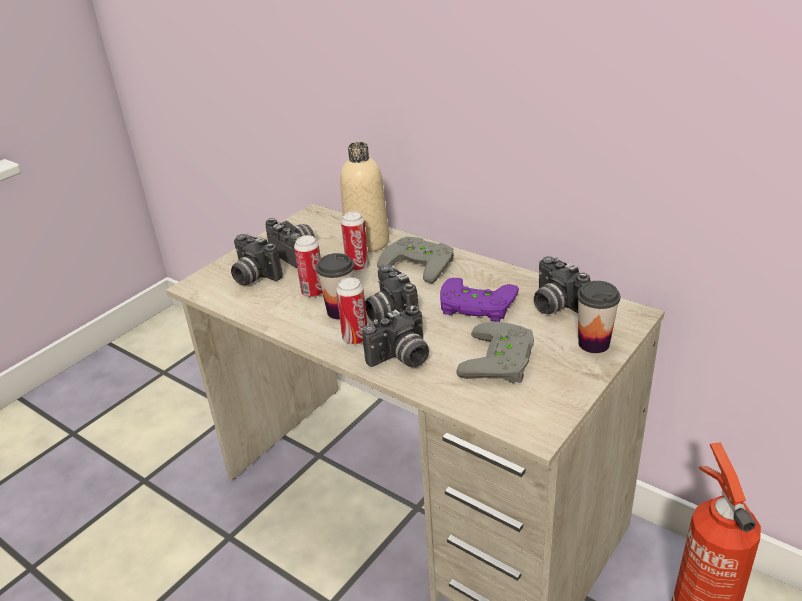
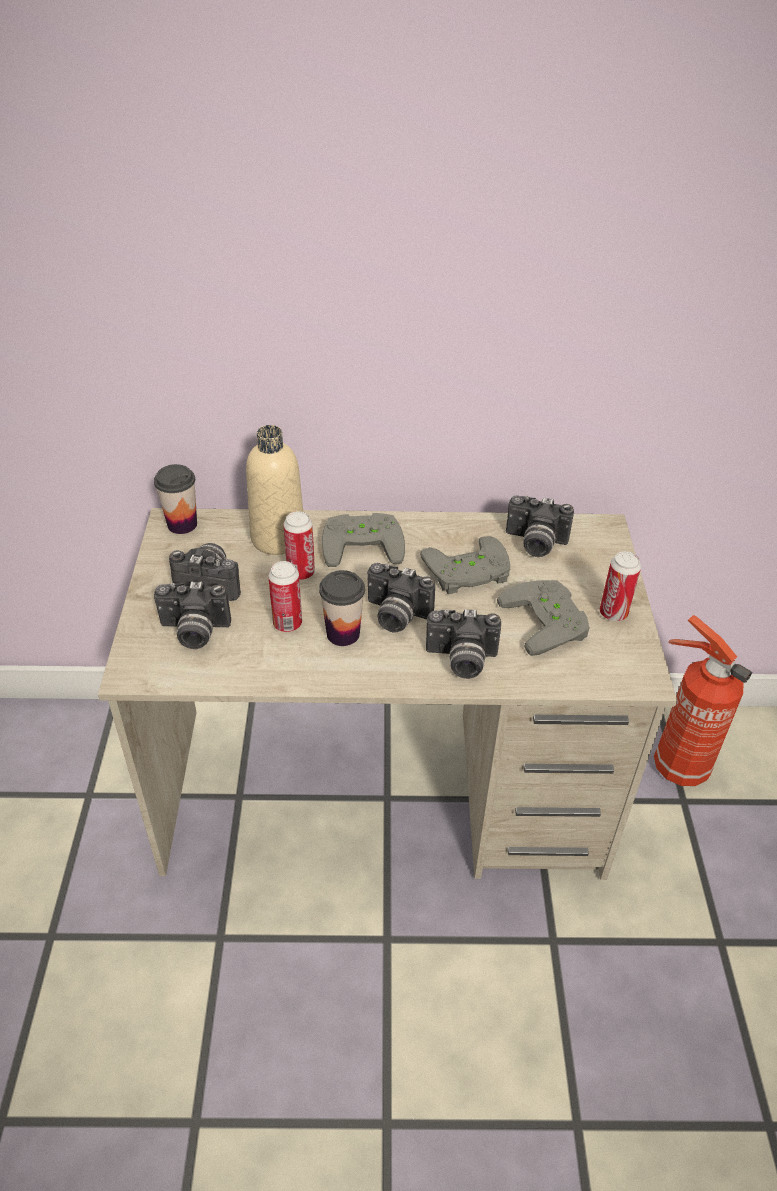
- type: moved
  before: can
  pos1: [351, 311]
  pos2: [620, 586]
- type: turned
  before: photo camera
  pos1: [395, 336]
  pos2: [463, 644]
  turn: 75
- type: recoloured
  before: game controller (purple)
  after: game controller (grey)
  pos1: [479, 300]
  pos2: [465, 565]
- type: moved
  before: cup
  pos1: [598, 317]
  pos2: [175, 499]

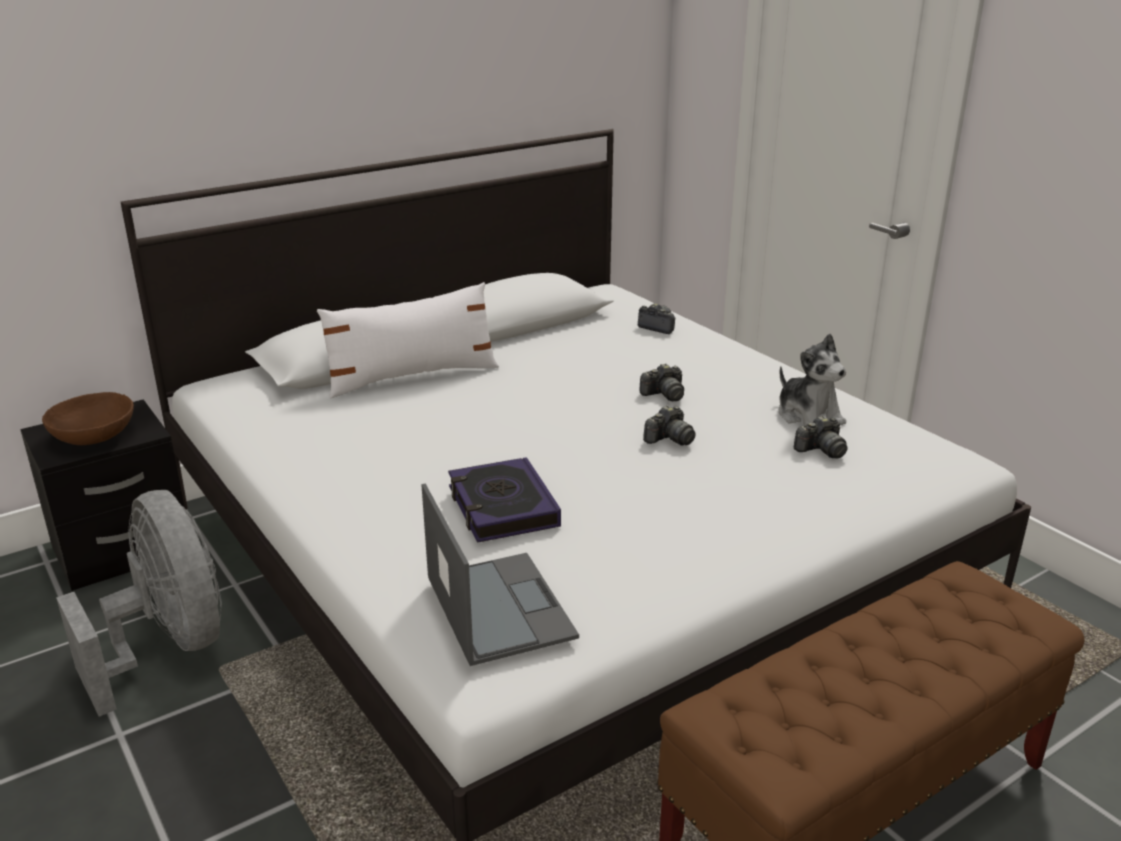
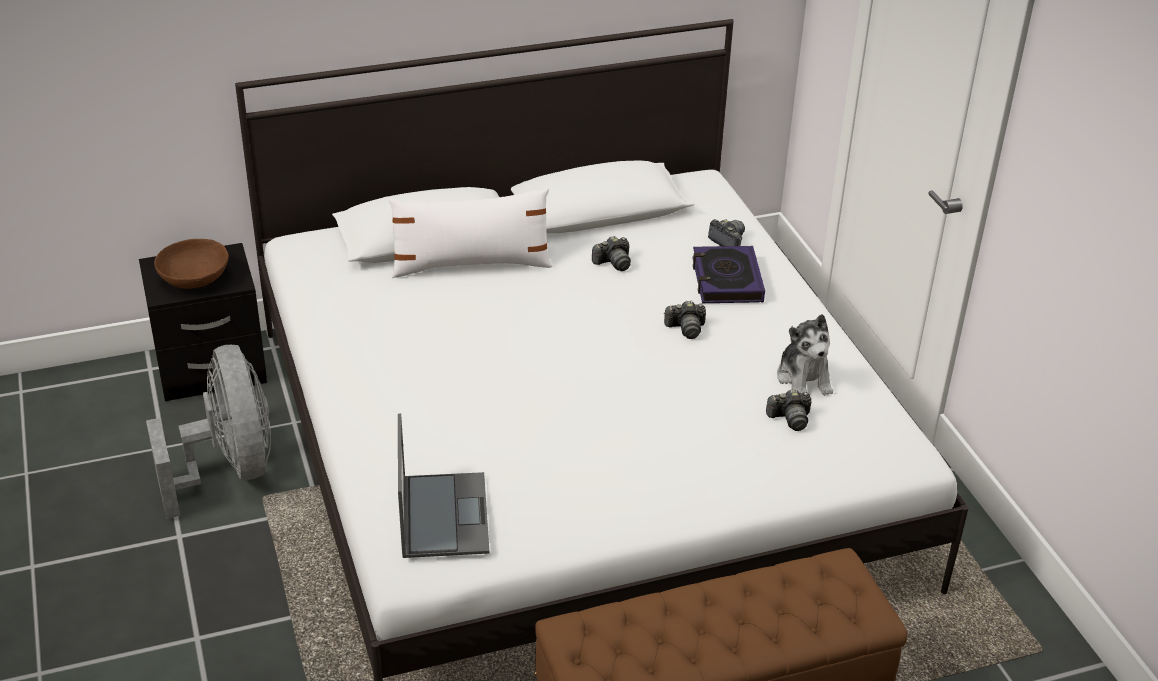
- type: moved
  before: book
  pos1: [504, 499]
  pos2: [728, 274]
- type: moved
  before: photo camera
  pos1: [669, 425]
  pos2: [611, 253]

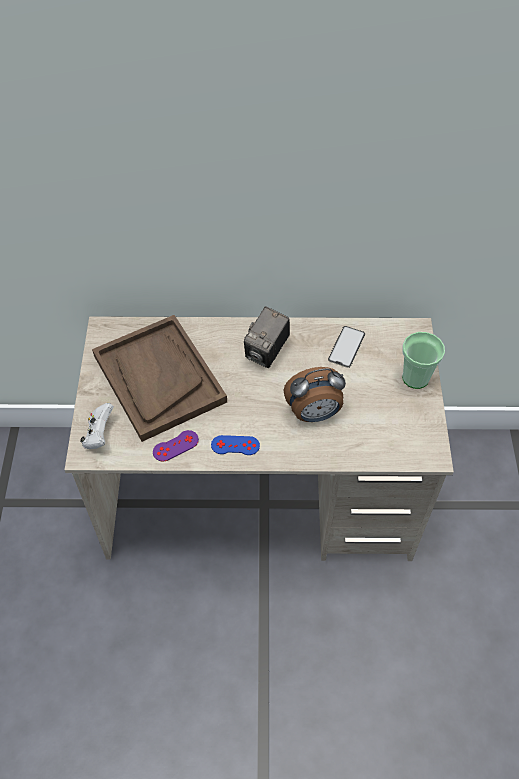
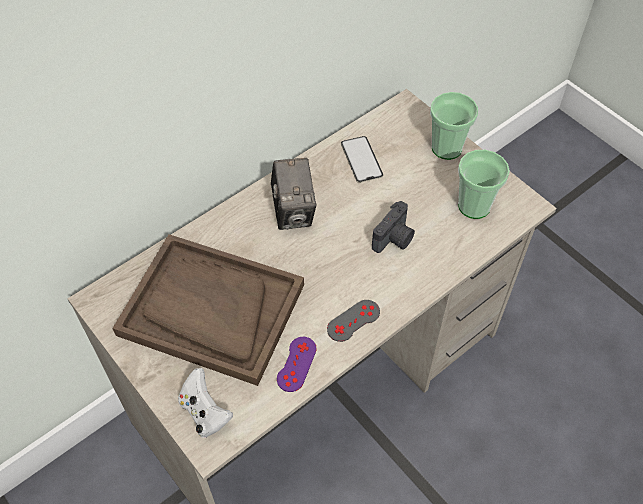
- type: recoloured
  before: game controller (blue)
  after: game controller (grey)
  pos1: [235, 445]
  pos2: [353, 321]
- type: replaced
  before: alarm clock
  after: photo camera
  pos1: [314, 394]
  pos2: [393, 227]
- type: added
  after: cup
  pos2: [484, 184]

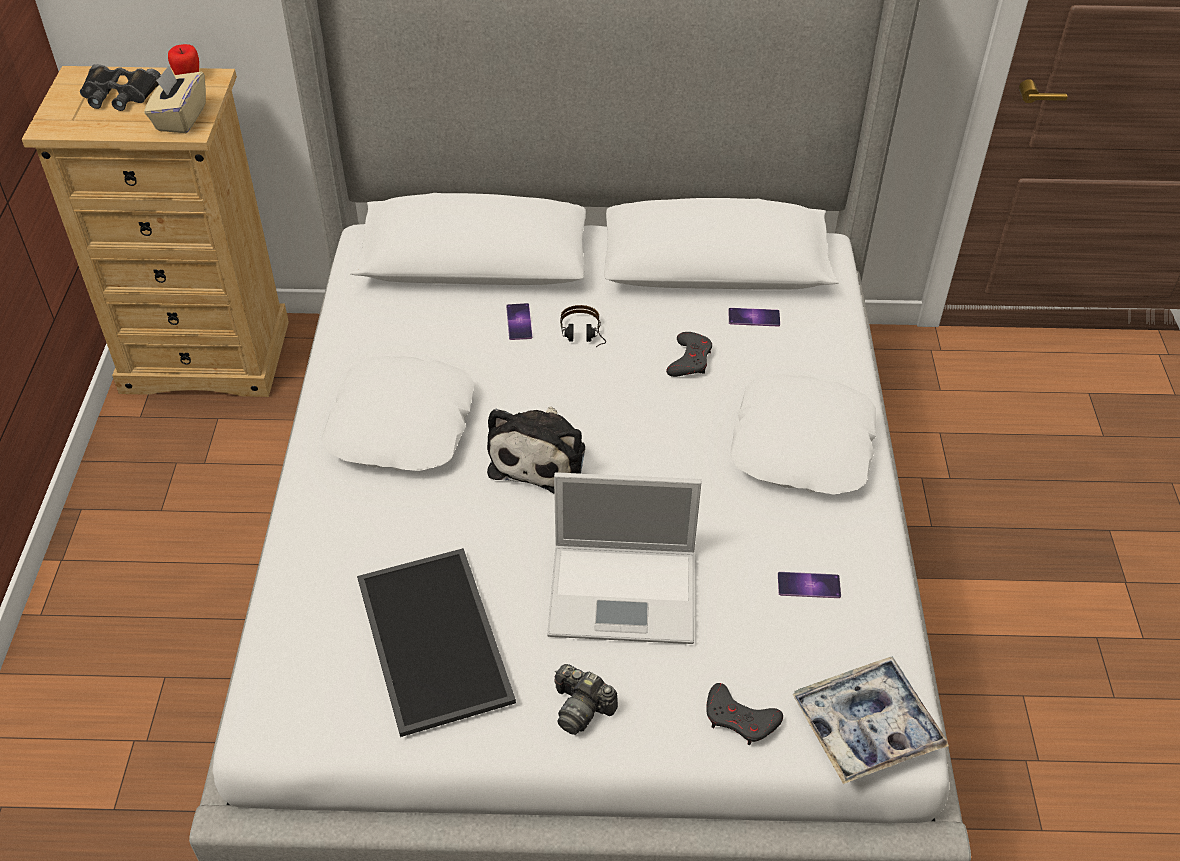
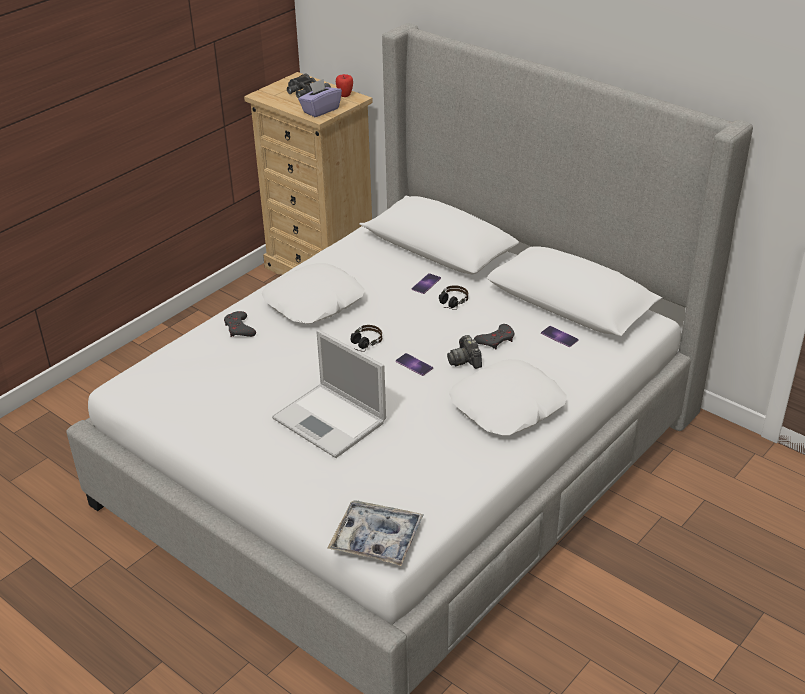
- type: recoloured
  before: tissue box (beige)
  after: tissue box (purple)
  pos1: [175, 99]
  pos2: [320, 98]
- type: removed
  before: tray
  pos1: [436, 642]
- type: replaced
  before: plush toy
  after: headphones
  pos1: [536, 450]
  pos2: [366, 338]
- type: moved
  before: photo camera
  pos1: [586, 699]
  pos2: [464, 352]
- type: moved
  before: game controller (grey)
  pos1: [744, 714]
  pos2: [240, 324]
- type: moved
  before: phone
  pos1: [809, 585]
  pos2: [414, 364]

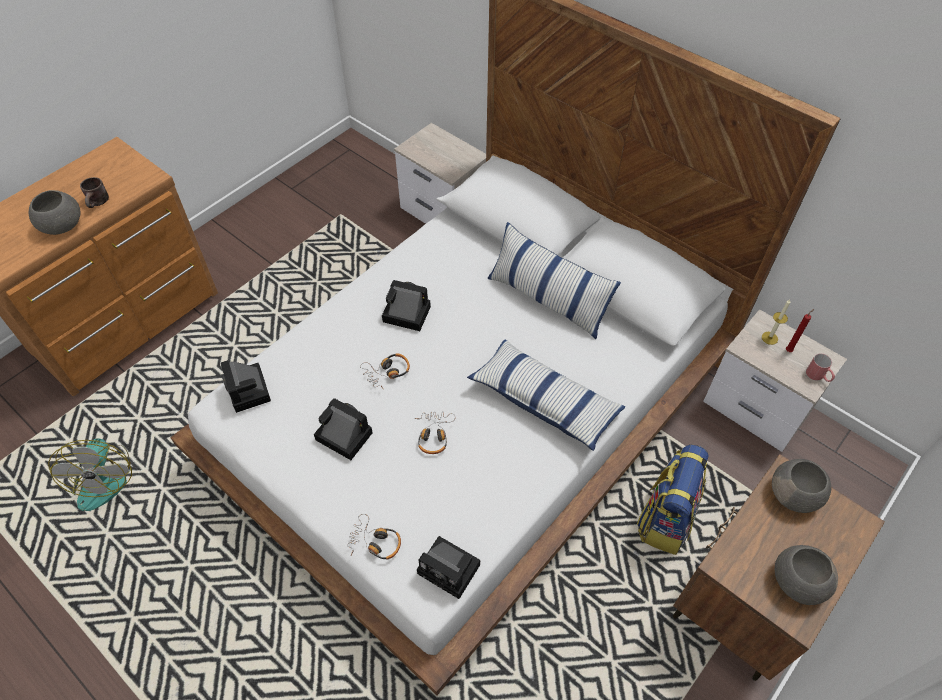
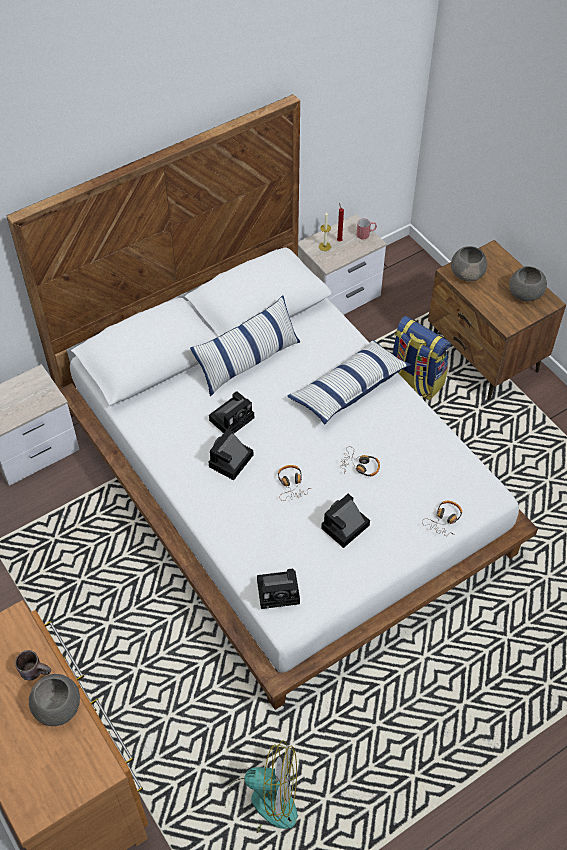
- type: moved
  before: photo camera
  pos1: [448, 567]
  pos2: [231, 412]

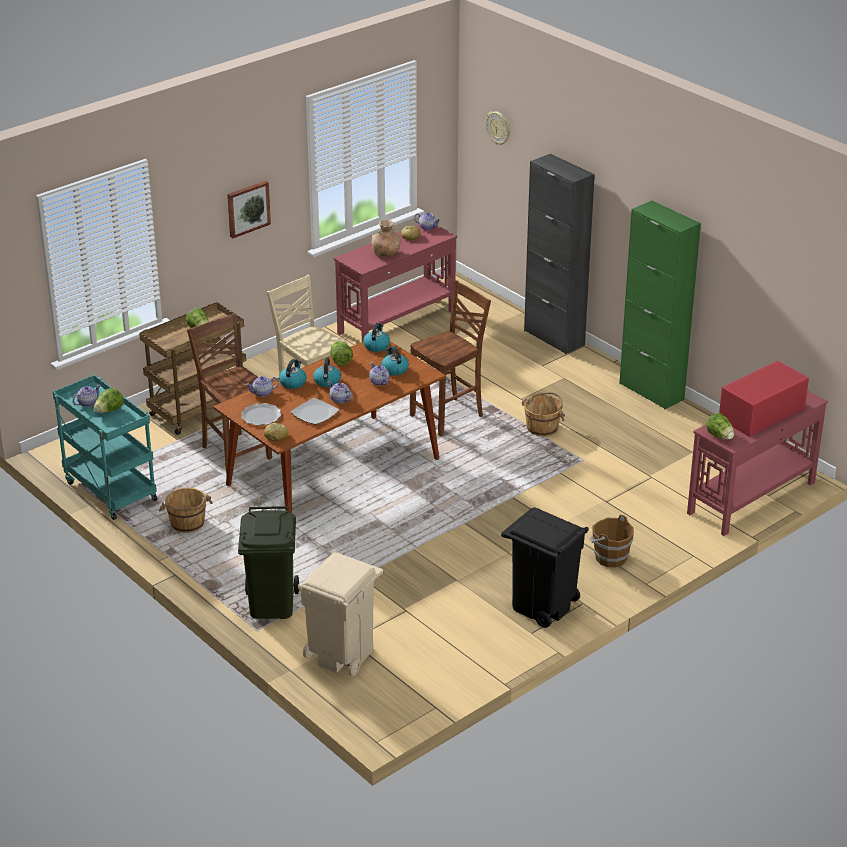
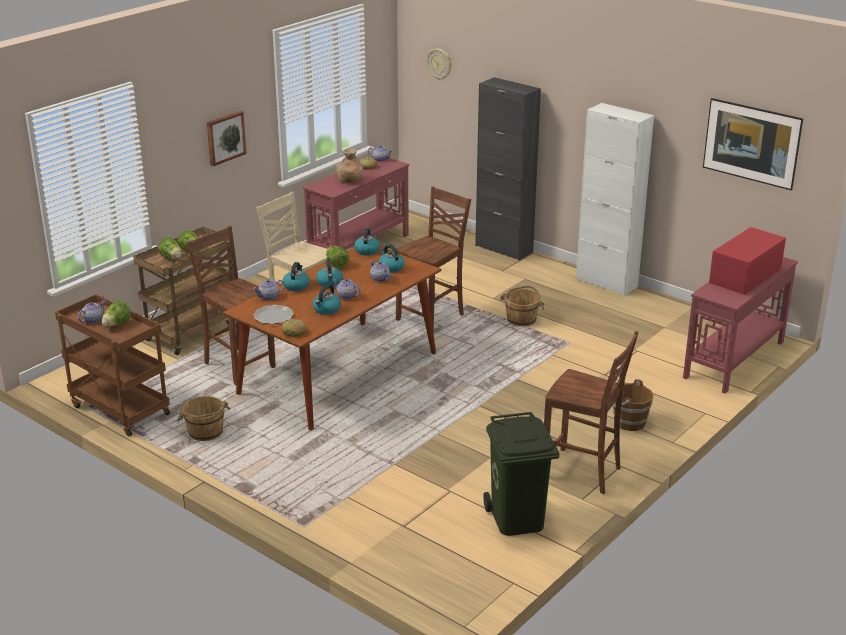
- type: recoloured
  before: cart (turquoise)
  after: cart (brown)
  pos1: [105, 447]
  pos2: [112, 365]
- type: moved
  before: trash can (green)
  pos1: [268, 562]
  pos2: [521, 474]
- type: replaced
  before: plate
  after: kettle
  pos1: [314, 411]
  pos2: [327, 299]
- type: removed
  before: trash can (beige)
  pos1: [340, 614]
- type: replaced
  before: trash can (black)
  after: chair (brown)
  pos1: [545, 567]
  pos2: [591, 412]
- type: recoloured
  before: cabinet (green)
  after: cabinet (white)
  pos1: [660, 305]
  pos2: [615, 199]
- type: moved
  before: lettuce
  pos1: [720, 426]
  pos2: [170, 248]
- type: added
  after: picture
  pos2: [753, 144]

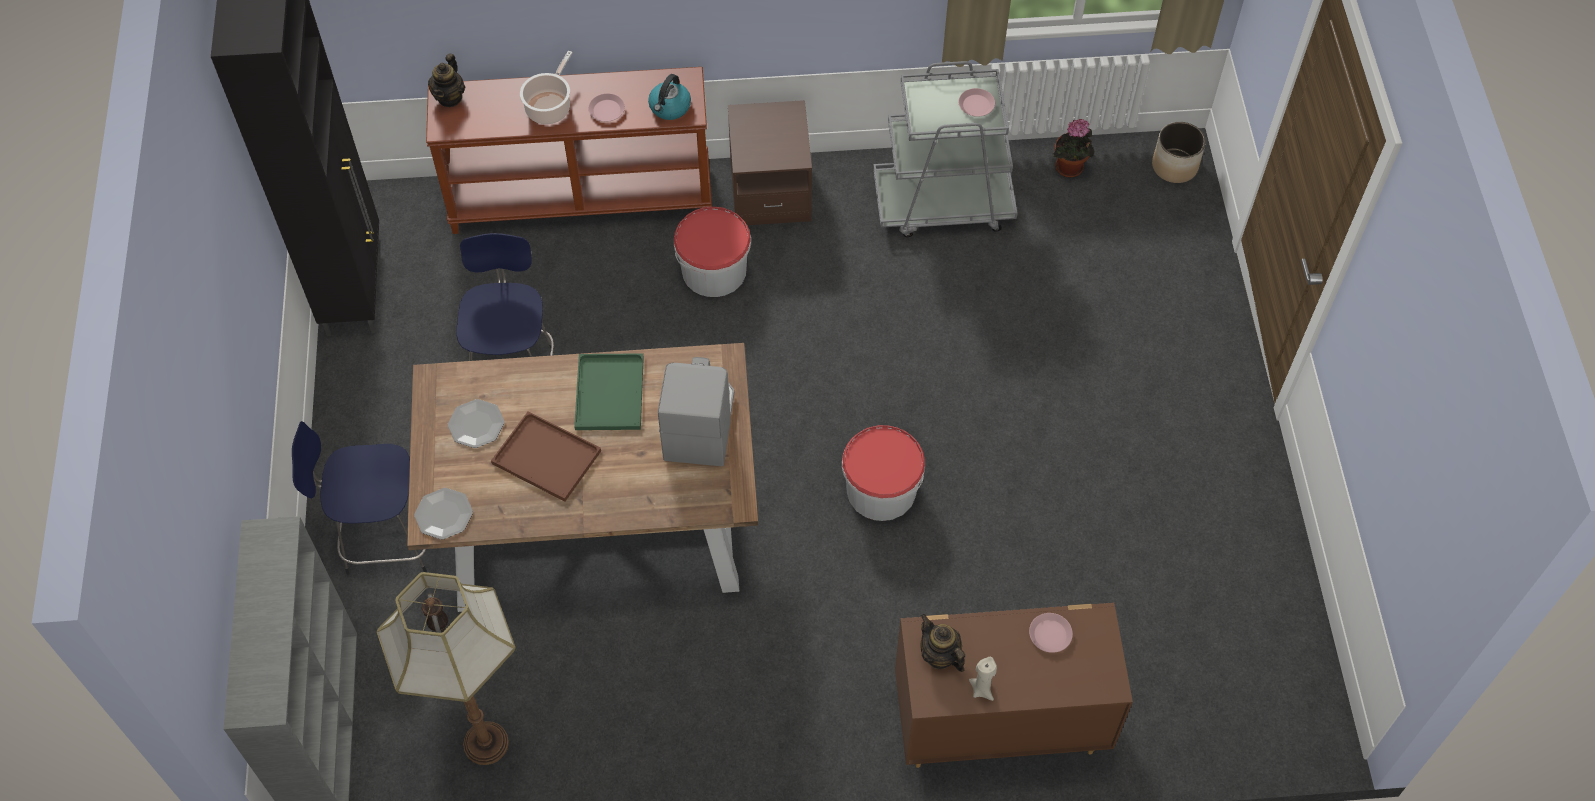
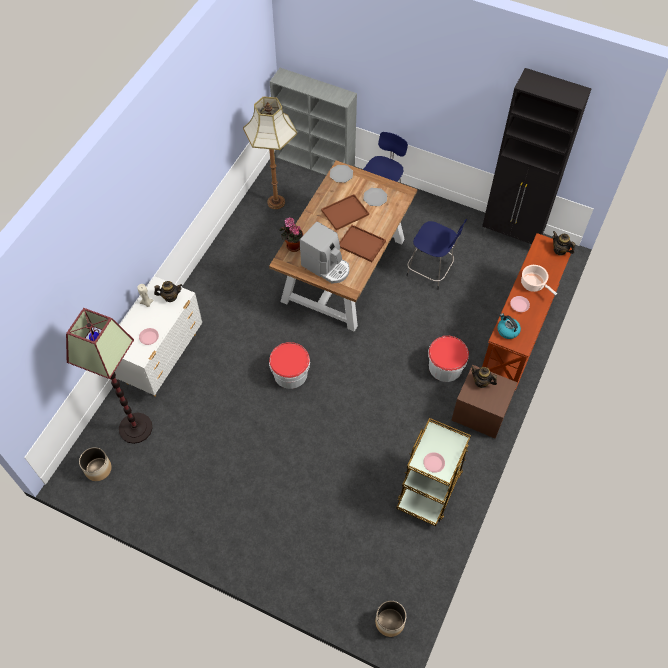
- type: recoloured
  before: tray (green)
  after: tray (brown)
  pos1: [609, 391]
  pos2: [363, 243]
- type: recoloured
  before: cart (grey)
  after: cart (brown)
  pos1: [945, 149]
  pos2: [433, 472]
- type: recoloured
  before: dresser (brown)
  after: dresser (white)
  pos1: [1014, 685]
  pos2: [158, 336]
- type: moved
  before: potted plant
  pos1: [1074, 148]
  pos2: [291, 235]
- type: added
  after: floor lamp
  pos2: [109, 376]
- type: added
  after: planter
  pos2: [95, 464]
- type: added
  after: teapot
  pos2: [484, 377]

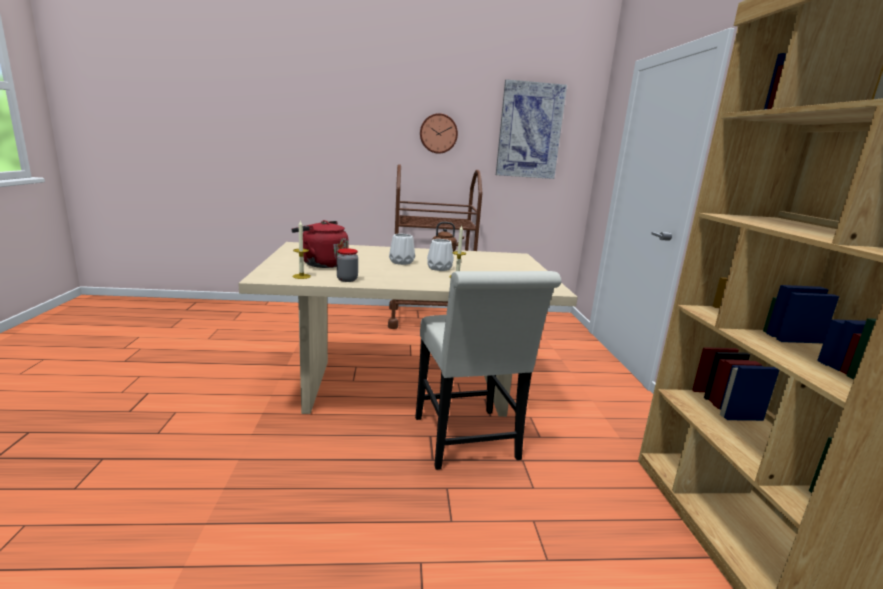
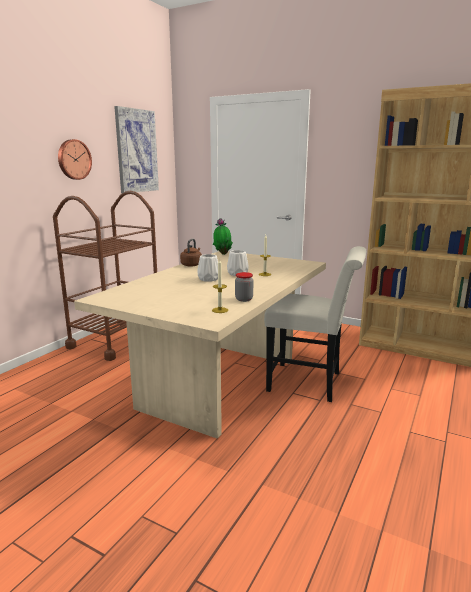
- type: removed
  before: kettle (red)
  pos1: [320, 244]
- type: added
  after: potted plant
  pos2: [223, 236]

